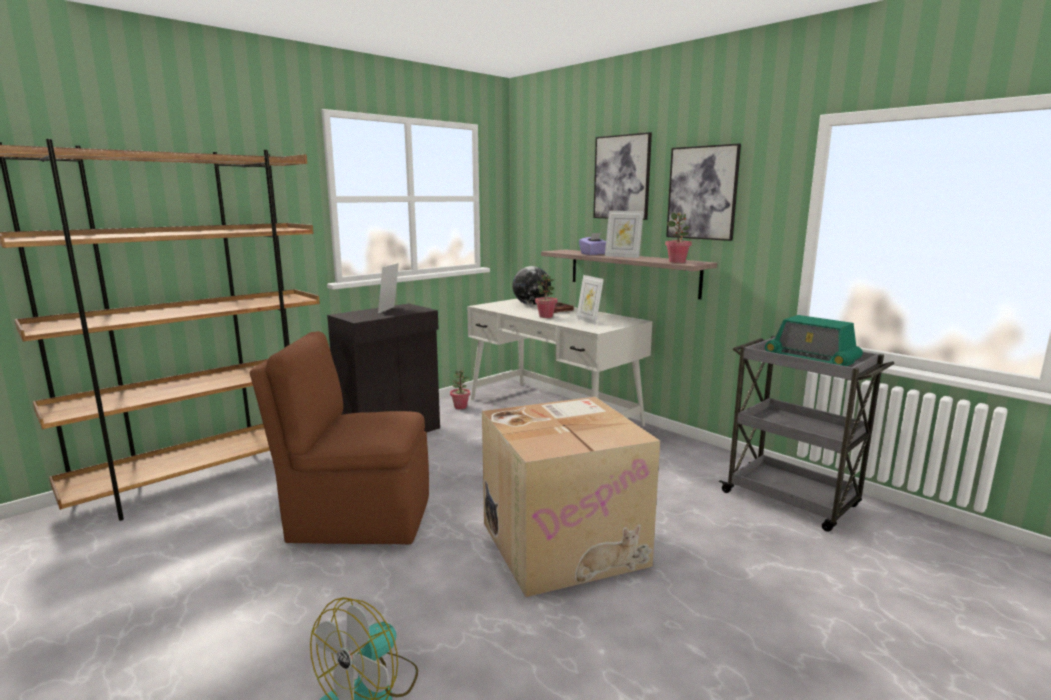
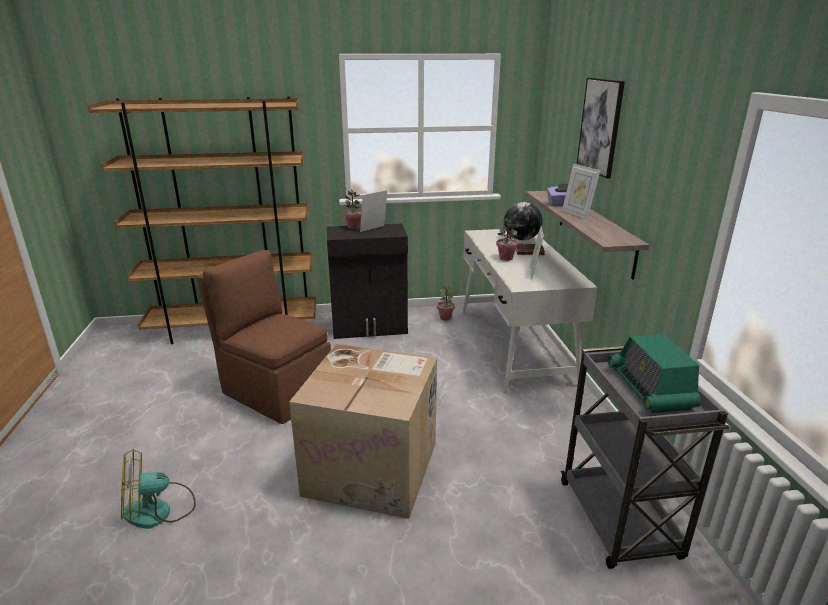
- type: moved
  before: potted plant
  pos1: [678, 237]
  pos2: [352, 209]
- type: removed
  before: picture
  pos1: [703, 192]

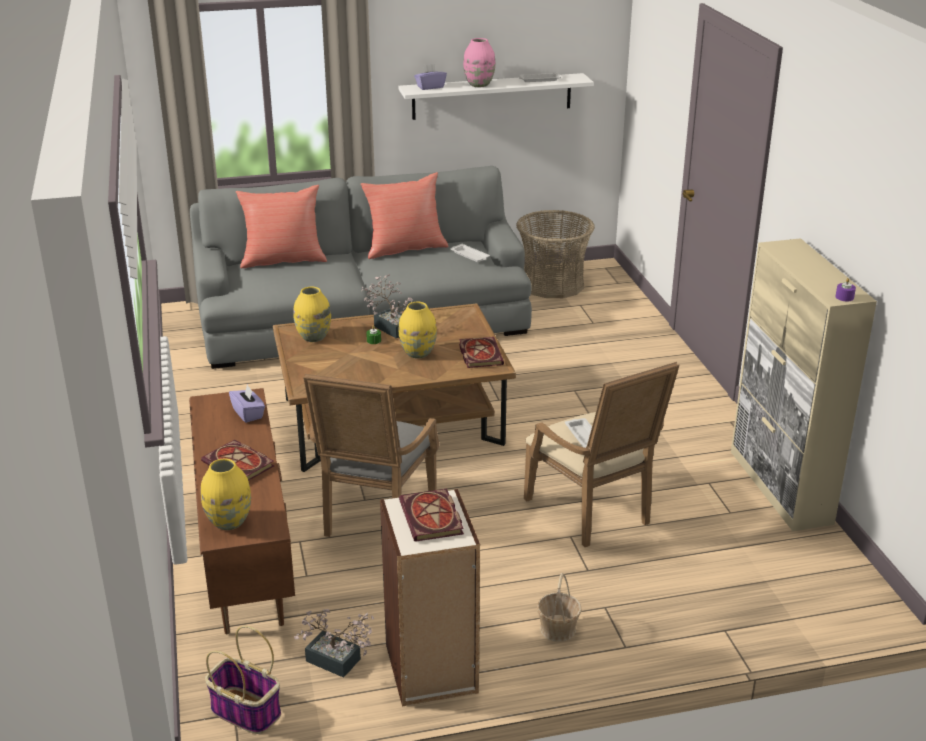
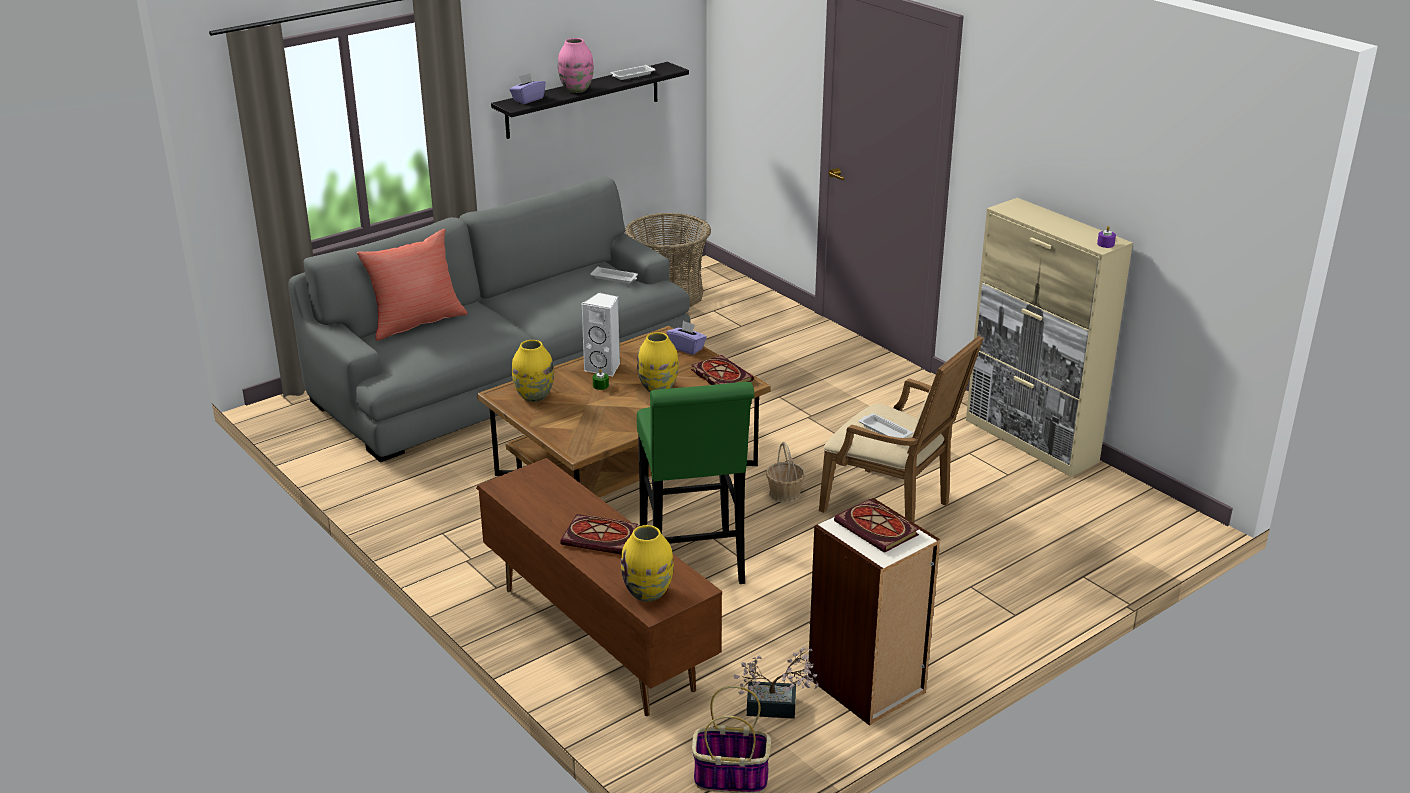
- type: moved
  before: tissue box (purple)
  pos1: [247, 403]
  pos2: [687, 338]
- type: replaced
  before: armchair (grey)
  after: stool (green)
  pos1: [371, 455]
  pos2: [696, 483]
- type: removed
  before: pillow (red)
  pos1: [404, 215]
- type: replaced
  before: potted plant
  after: speaker (white)
  pos1: [387, 306]
  pos2: [601, 334]
- type: recoloured
  before: shelf (white)
  after: shelf (black)
  pos1: [496, 96]
  pos2: [590, 100]
- type: moved
  before: basket
  pos1: [559, 607]
  pos2: [785, 472]

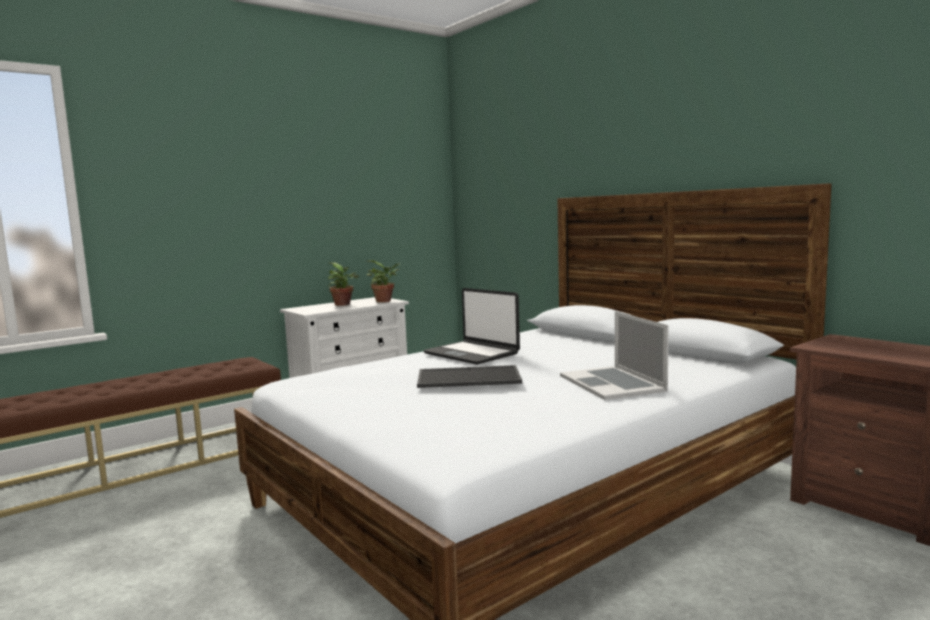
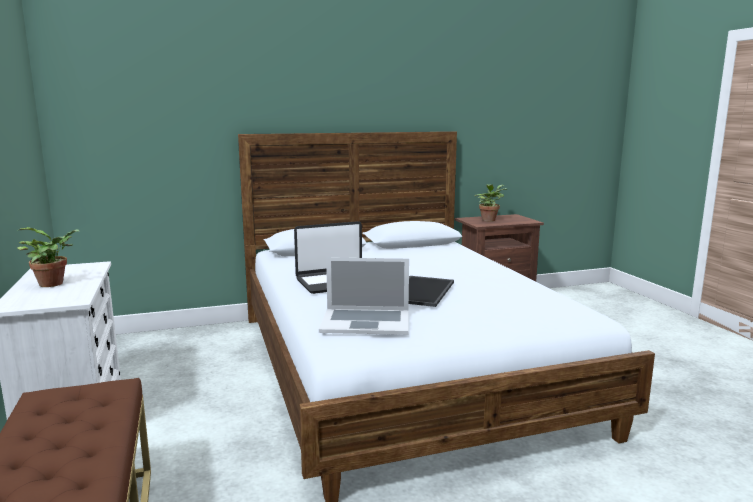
- type: moved
  before: potted plant
  pos1: [383, 281]
  pos2: [490, 203]
- type: moved
  before: laptop
  pos1: [614, 355]
  pos2: [364, 296]

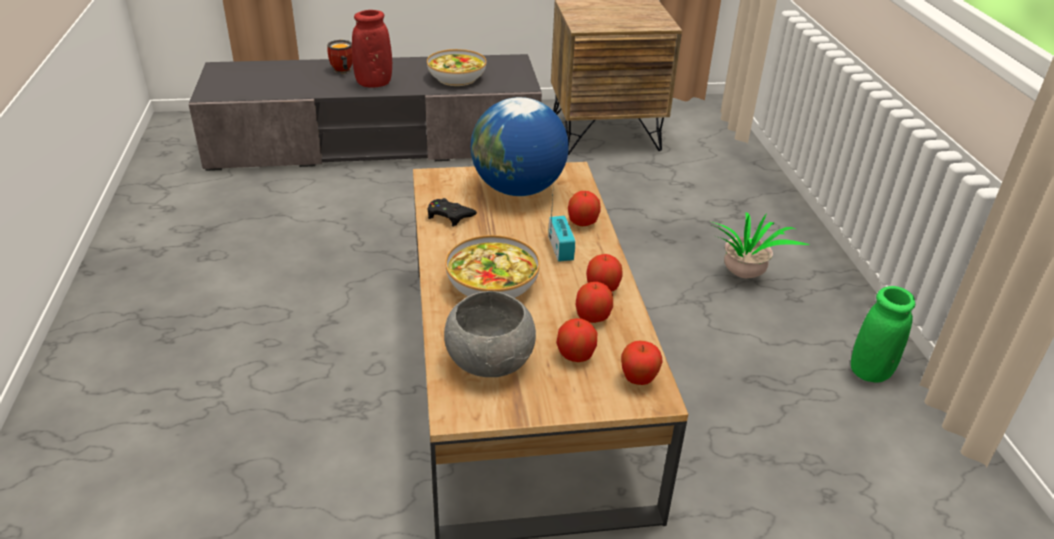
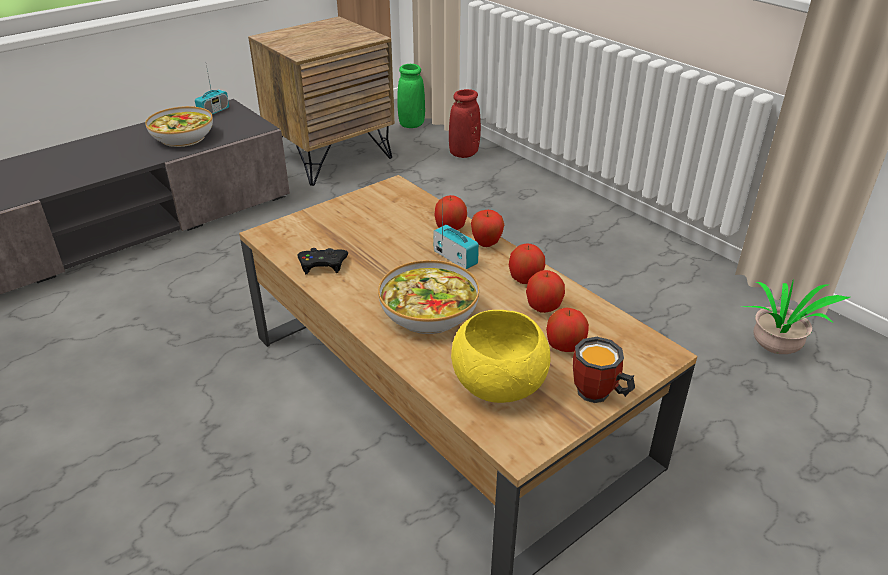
- type: moved
  before: mug
  pos1: [340, 57]
  pos2: [604, 370]
- type: moved
  before: vase (red)
  pos1: [372, 49]
  pos2: [465, 123]
- type: recoloured
  before: bowl (grey)
  after: bowl (yellow)
  pos1: [490, 334]
  pos2: [501, 356]
- type: removed
  before: globe
  pos1: [520, 146]
- type: moved
  before: apple
  pos1: [641, 363]
  pos2: [487, 228]
- type: moved
  before: potted plant
  pos1: [761, 245]
  pos2: [796, 316]
- type: moved
  before: vase (green)
  pos1: [883, 334]
  pos2: [411, 96]
- type: added
  after: radio
  pos2: [212, 89]

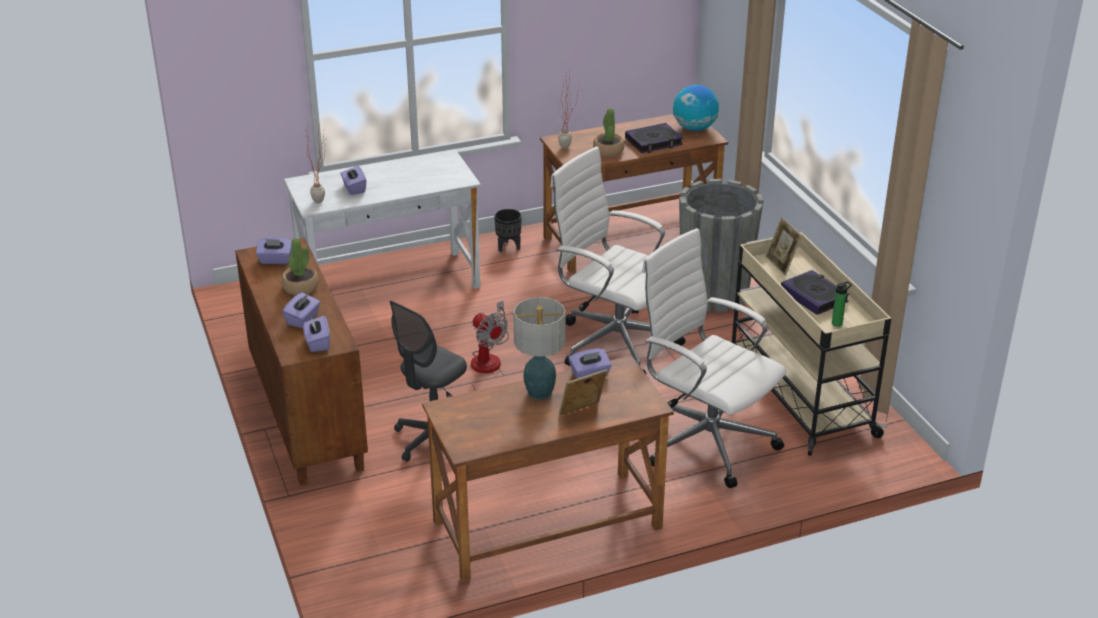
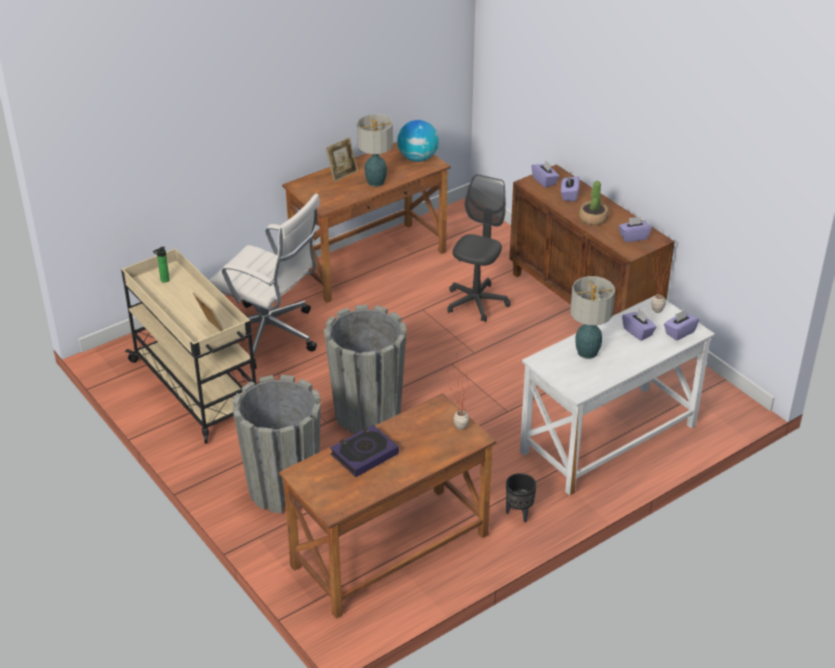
- type: removed
  before: fan
  pos1: [490, 337]
- type: replaced
  before: office chair (white)
  after: planter (grey)
  pos1: [617, 260]
  pos2: [365, 369]
- type: moved
  before: tissue box (purple)
  pos1: [590, 363]
  pos2: [681, 325]
- type: removed
  before: potted plant
  pos1: [608, 132]
- type: moved
  before: globe
  pos1: [696, 108]
  pos2: [418, 141]
- type: removed
  before: book
  pos1: [815, 292]
- type: added
  after: table lamp
  pos2: [592, 317]

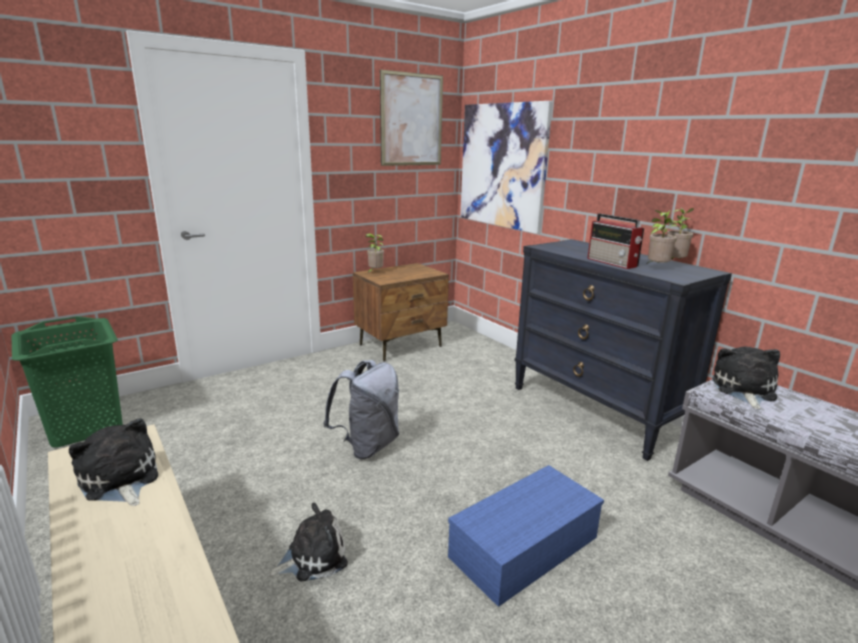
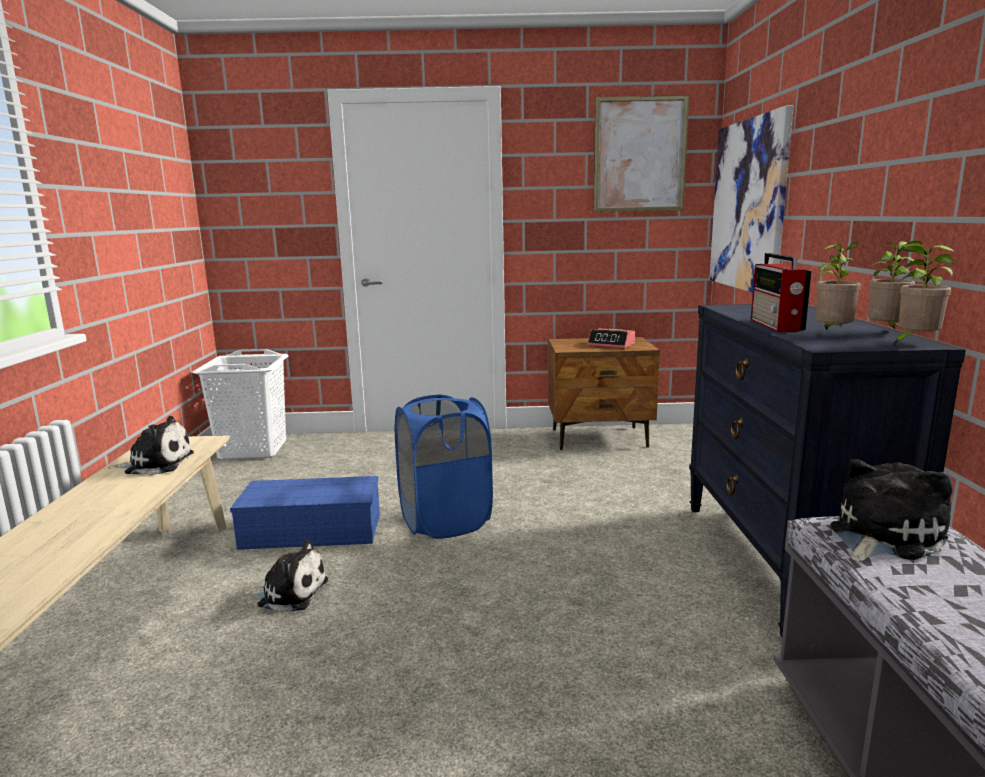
- type: recoloured
  before: laundry basket (green)
  after: laundry basket (white)
  pos1: [67, 381]
  pos2: [240, 404]
- type: turned
  before: plush toy
  pos1: [113, 462]
  pos2: [151, 445]
  turn: 90
- type: replaced
  before: backpack (grey)
  after: laundry basket (blue)
  pos1: [361, 409]
  pos2: [444, 466]
- type: moved
  before: potted plant
  pos1: [374, 253]
  pos2: [924, 293]
- type: moved
  before: storage box (blue)
  pos1: [526, 536]
  pos2: [305, 513]
- type: added
  after: alarm clock
  pos2: [611, 338]

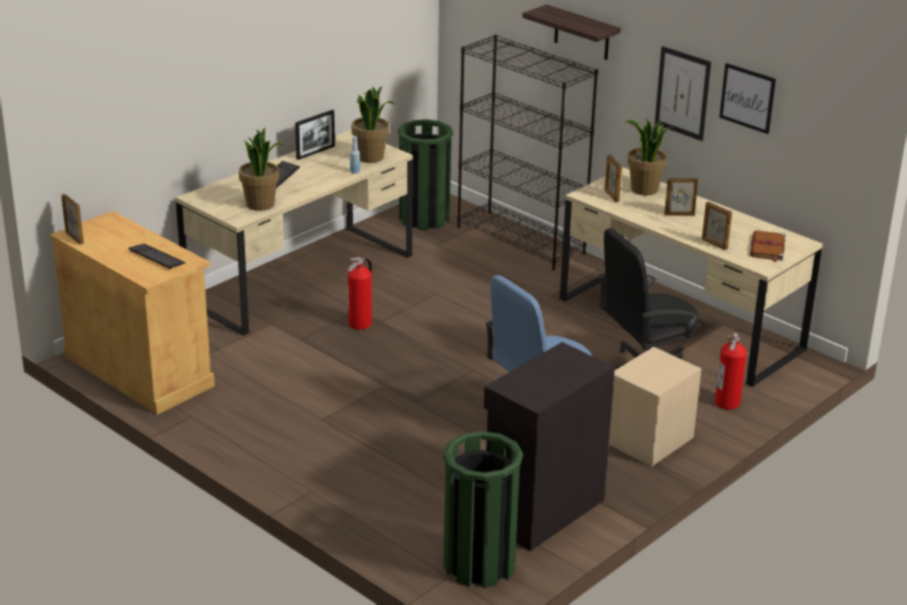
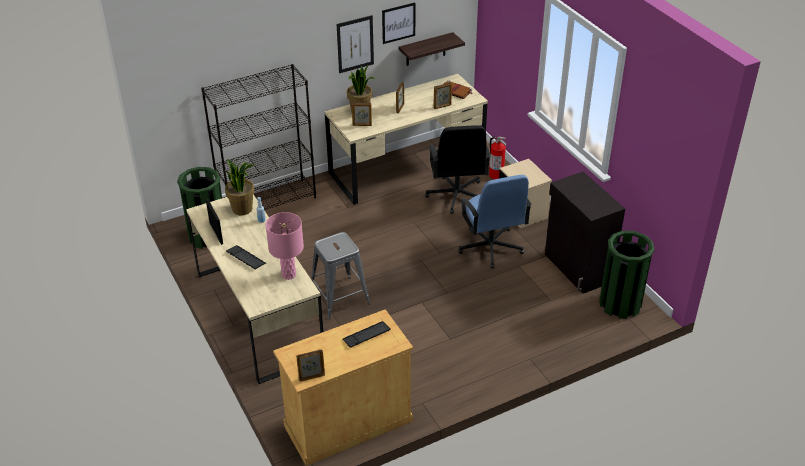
- type: replaced
  before: potted plant
  after: table lamp (pink)
  pos1: [261, 169]
  pos2: [285, 246]
- type: replaced
  before: fire extinguisher
  after: stool (grey)
  pos1: [360, 293]
  pos2: [340, 275]
- type: moved
  before: shelf
  pos1: [571, 32]
  pos2: [432, 49]

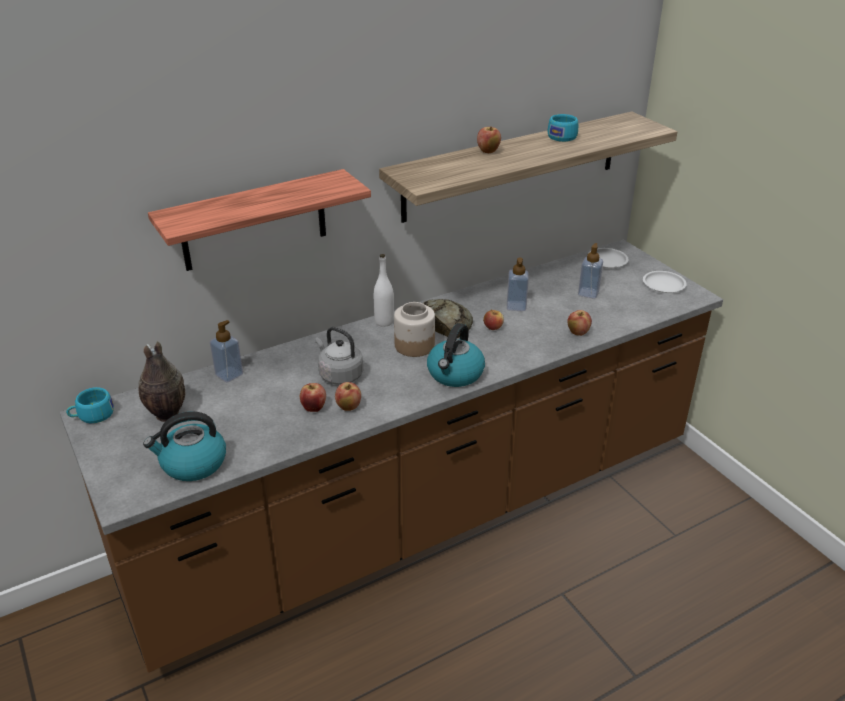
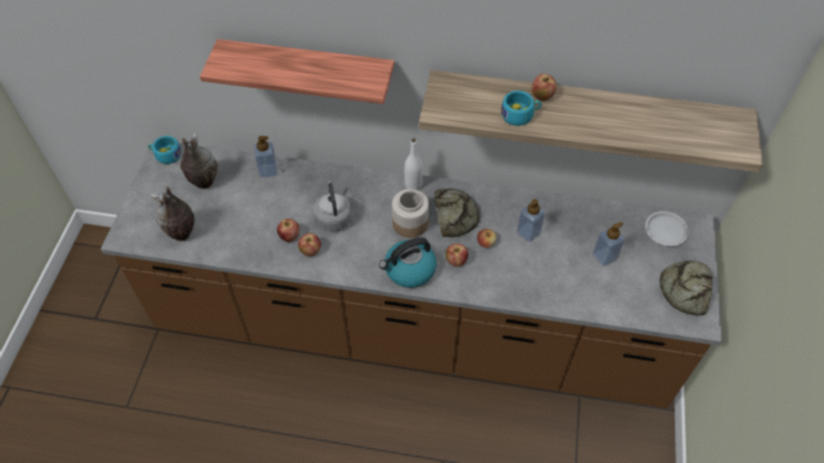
- type: replaced
  before: kettle
  after: vase
  pos1: [184, 446]
  pos2: [172, 213]
- type: moved
  before: cup (turquoise)
  pos1: [562, 128]
  pos2: [521, 108]
- type: moved
  before: apple
  pos1: [579, 323]
  pos2: [457, 255]
- type: replaced
  before: plate (white)
  after: bread
  pos1: [665, 282]
  pos2: [686, 288]

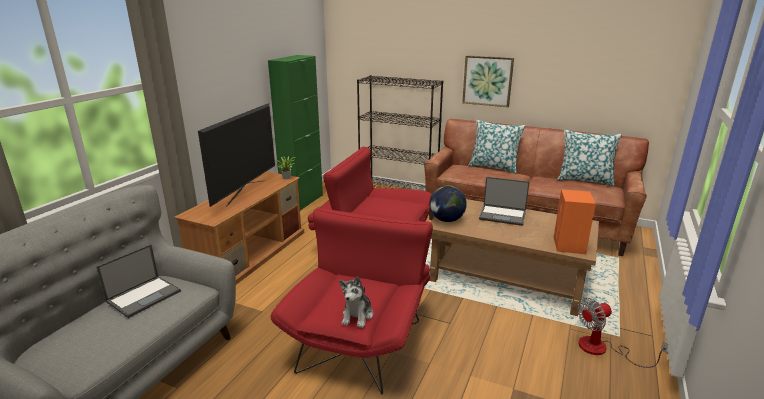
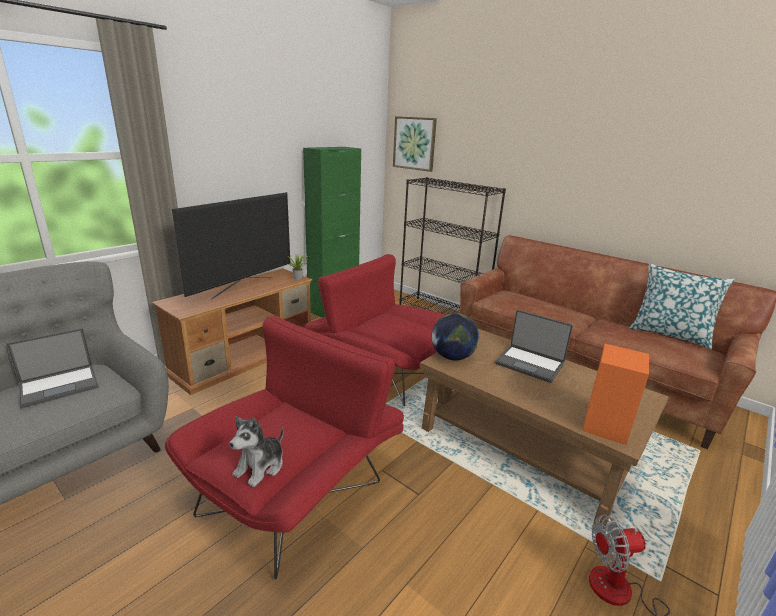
- type: moved
  before: picture
  pos1: [488, 81]
  pos2: [415, 144]
- type: removed
  before: pillow
  pos1: [497, 147]

